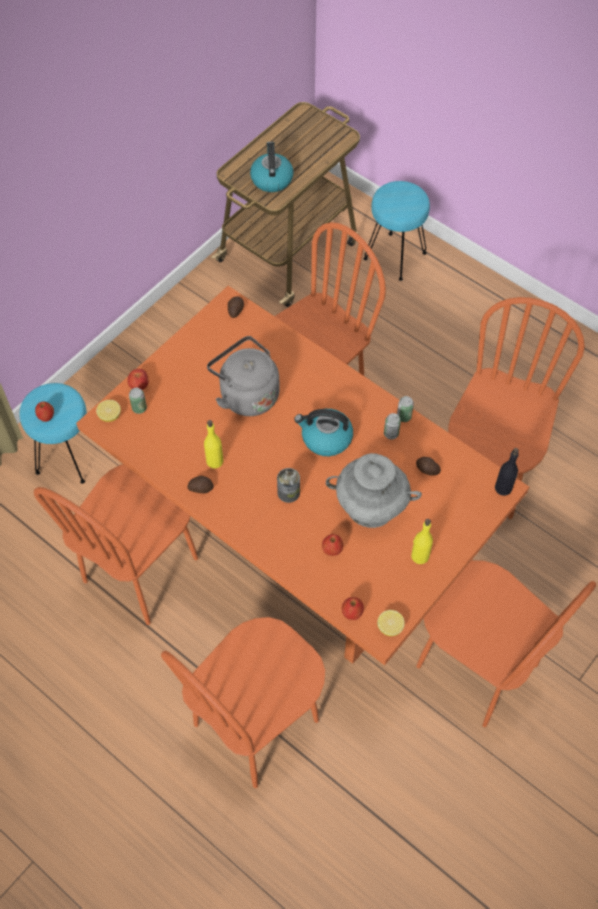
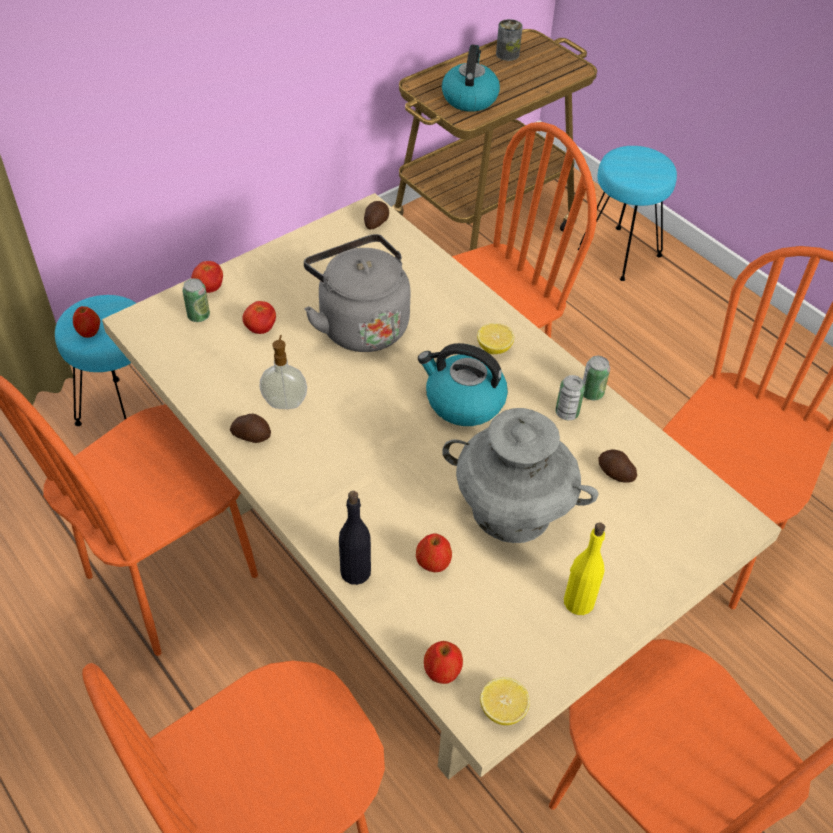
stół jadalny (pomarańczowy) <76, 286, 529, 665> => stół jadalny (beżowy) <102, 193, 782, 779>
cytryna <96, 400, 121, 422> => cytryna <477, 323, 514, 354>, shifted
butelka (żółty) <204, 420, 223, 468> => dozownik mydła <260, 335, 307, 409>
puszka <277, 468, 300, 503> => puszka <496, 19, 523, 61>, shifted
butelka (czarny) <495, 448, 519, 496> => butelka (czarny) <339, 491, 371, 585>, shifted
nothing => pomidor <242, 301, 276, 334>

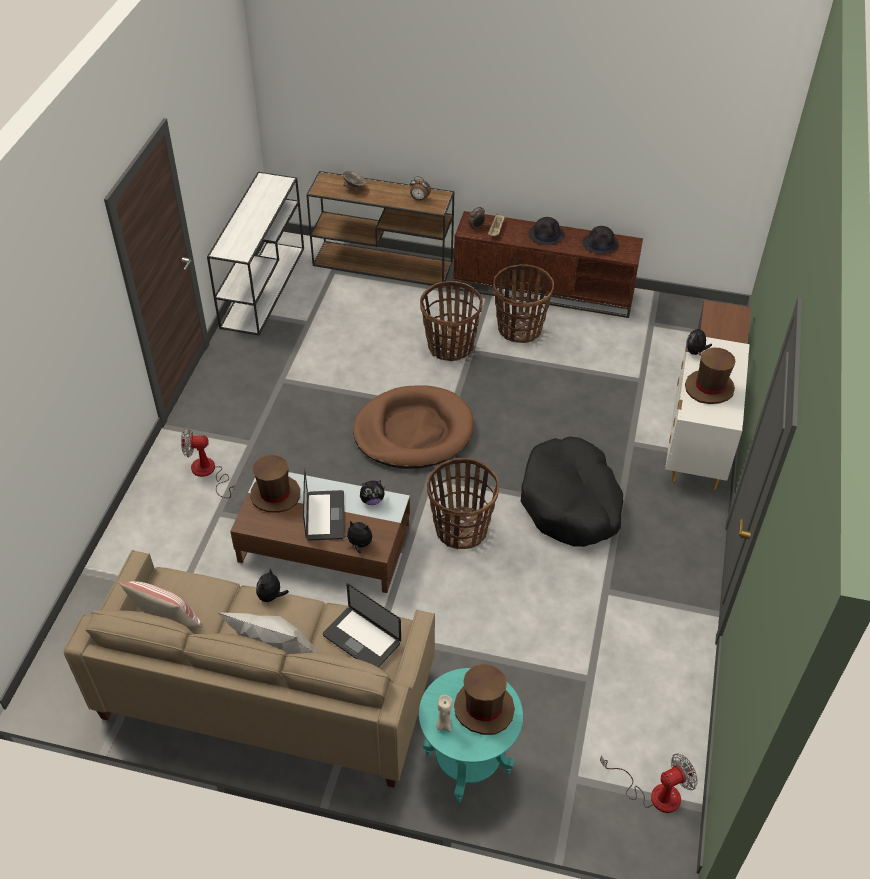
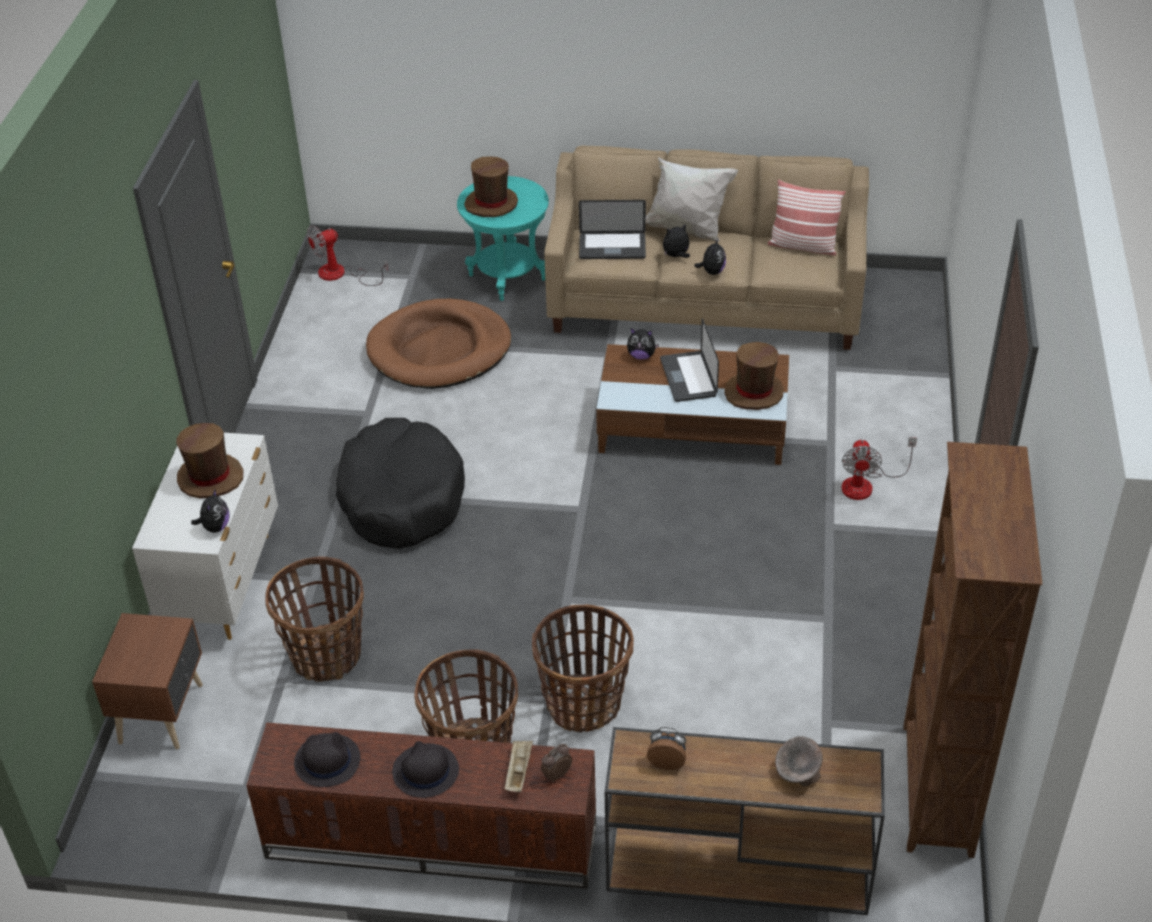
wentylator <181, 427, 235, 498> => wentylator <841, 437, 917, 500>, 105 degrees clockwise
stolik konsolowy (biały) <207, 172, 304, 336> => regał (brązowy) <903, 442, 1042, 858>
laptop <323, 583, 401, 668> => laptop <579, 200, 646, 259>, 150 degrees clockwise
legowisko (brązowy) <353, 385, 474, 469> => legowisko (brązowy) <366, 299, 511, 389>, shifted
pluszak <360, 480, 385, 505> => pluszak <663, 224, 690, 258>, shifted
koszyk <427, 458, 499, 549> => koszyk <265, 556, 364, 682>, shifted
świeca (beżowy) <436, 695, 452, 732> => nothing

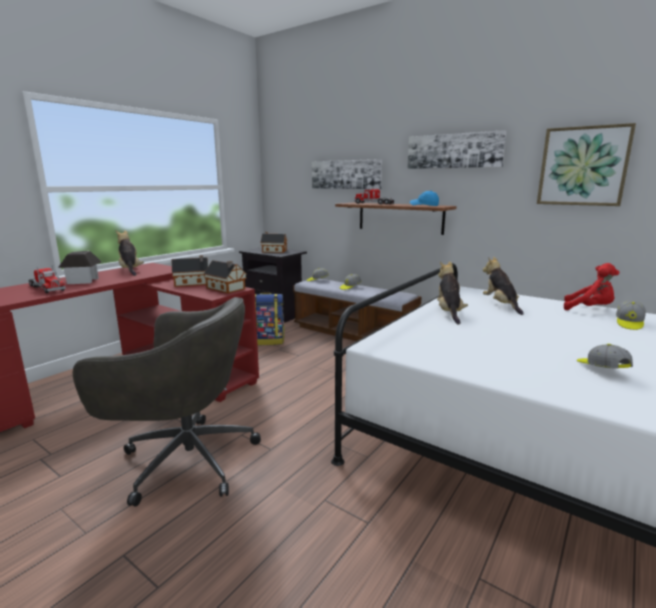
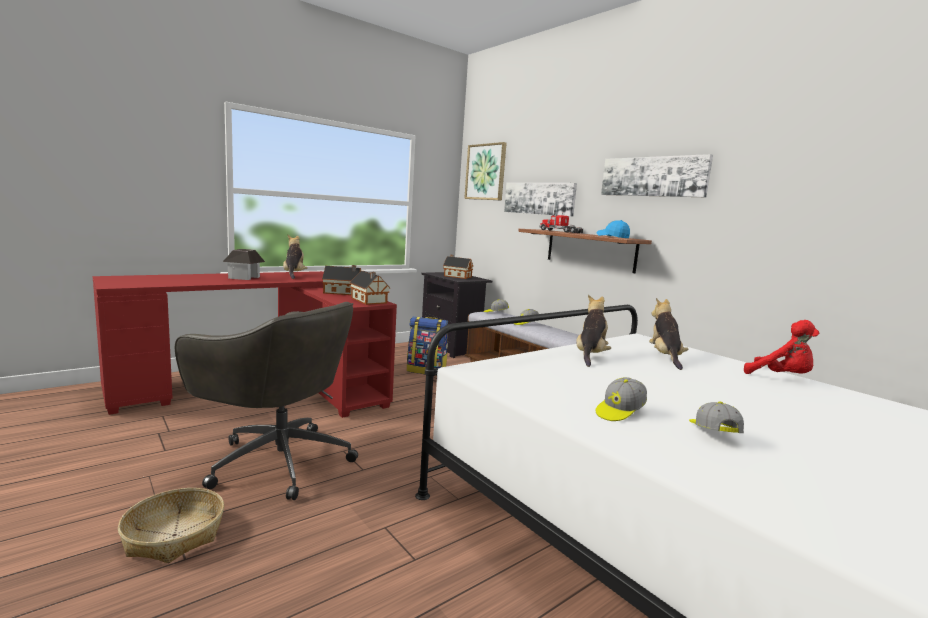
ciężarówka zabawkowa <29, 265, 65, 293> => nothing
obraz <537, 123, 636, 206> => obraz <464, 142, 507, 200>, shifted
czapka z daszkiem <616, 301, 646, 330> => czapka z daszkiem <596, 377, 647, 421>, shifted
nothing => koszyk <118, 488, 224, 563>

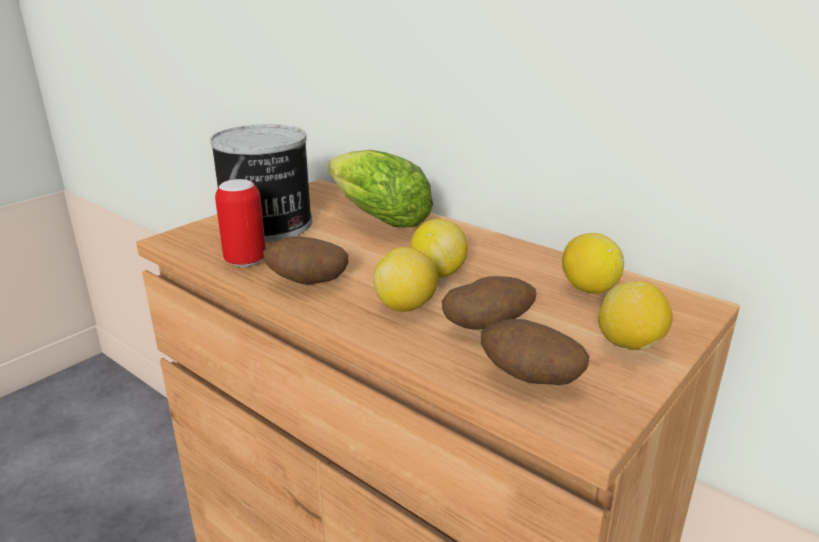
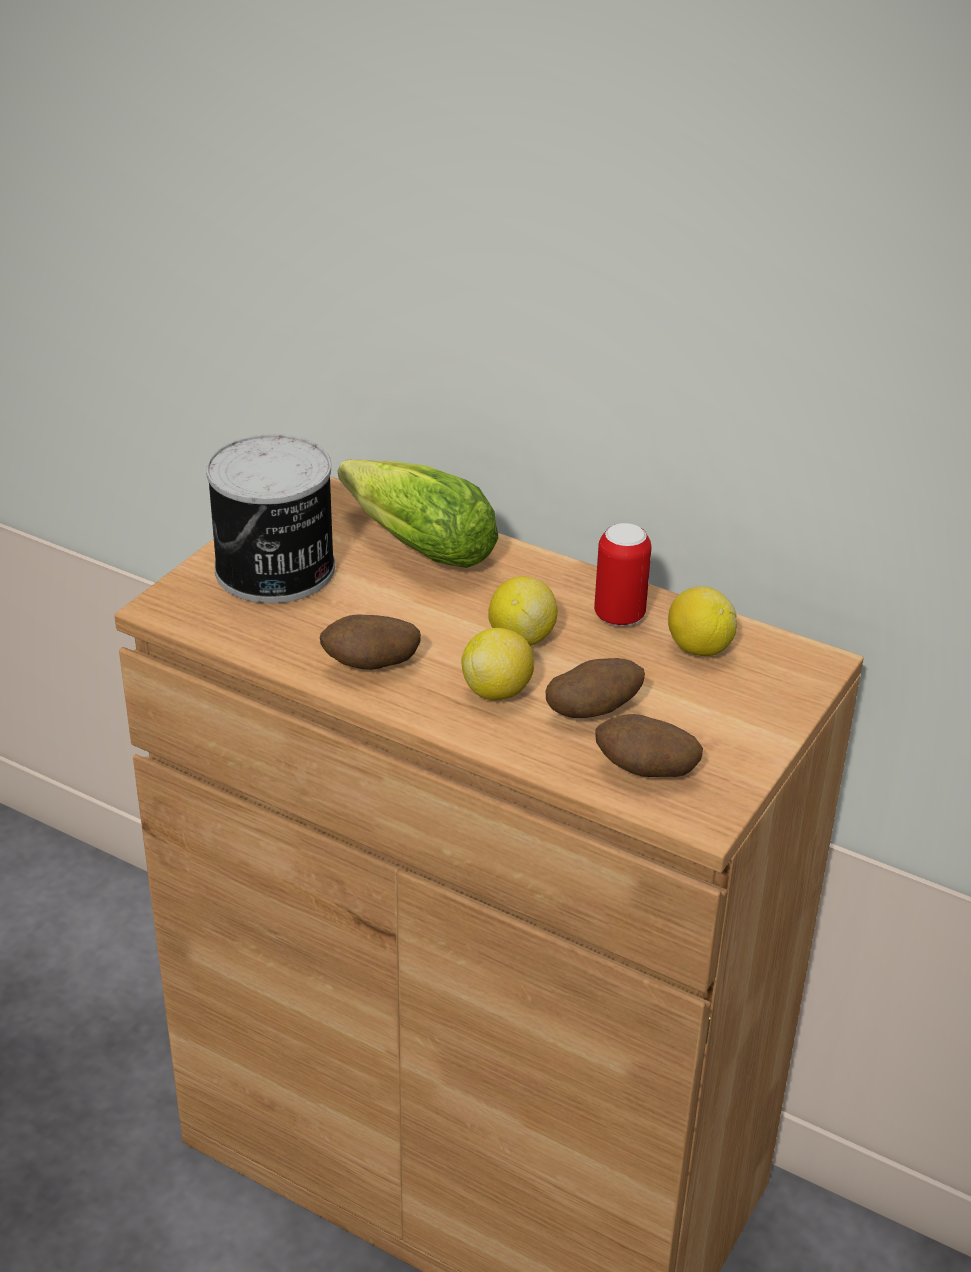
puszka <215, 179, 266, 267> => puszka <594, 523, 651, 626>, shifted
cytryna <598, 281, 673, 350> => nothing

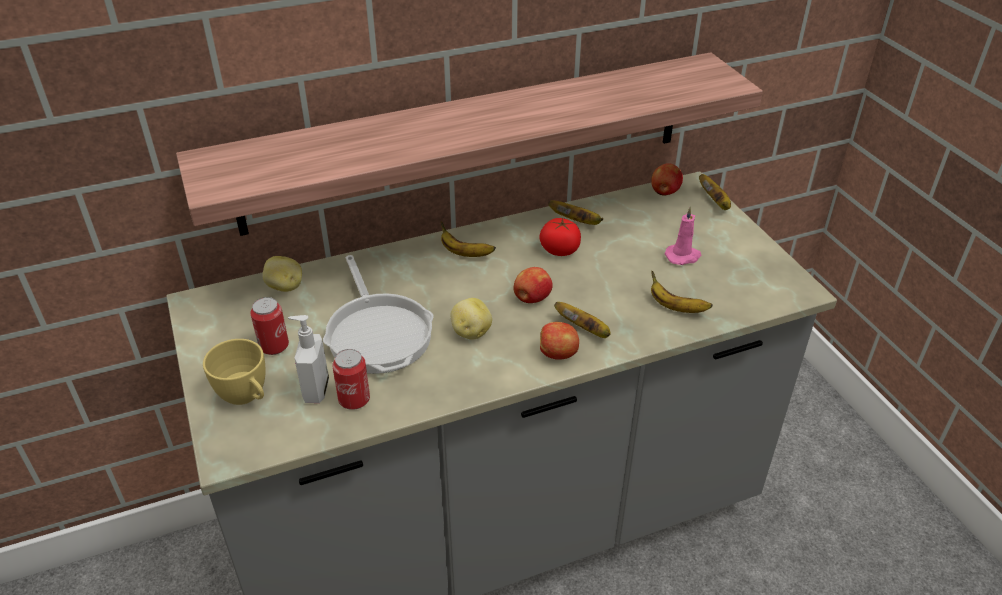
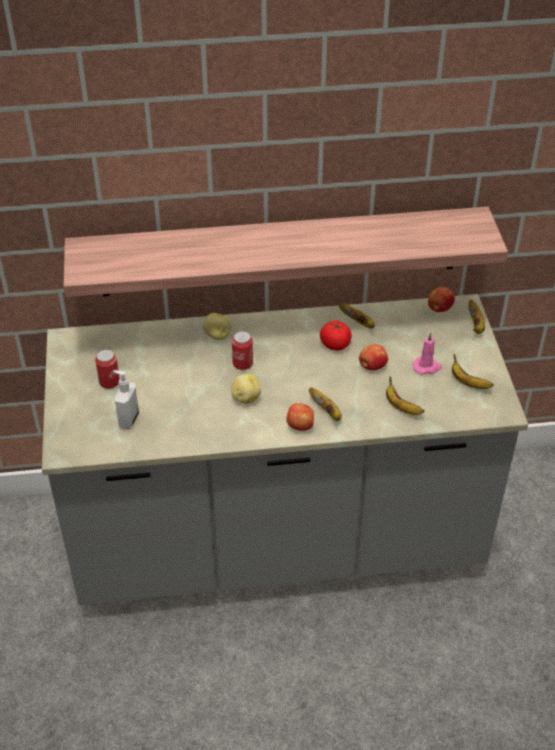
filiżanka (żółty) <203, 339, 265, 405> => nothing
ziemniak <263, 256, 302, 292> => ziemniak <203, 313, 231, 340>, shifted
patelnia <323, 255, 434, 374> => nothing
puszka <332, 349, 370, 410> => puszka <232, 331, 253, 370>, shifted
banan <441, 221, 496, 257> => banan <452, 354, 494, 389>, shifted
jabłko <513, 267, 553, 303> => jabłko <359, 344, 388, 370>, shifted

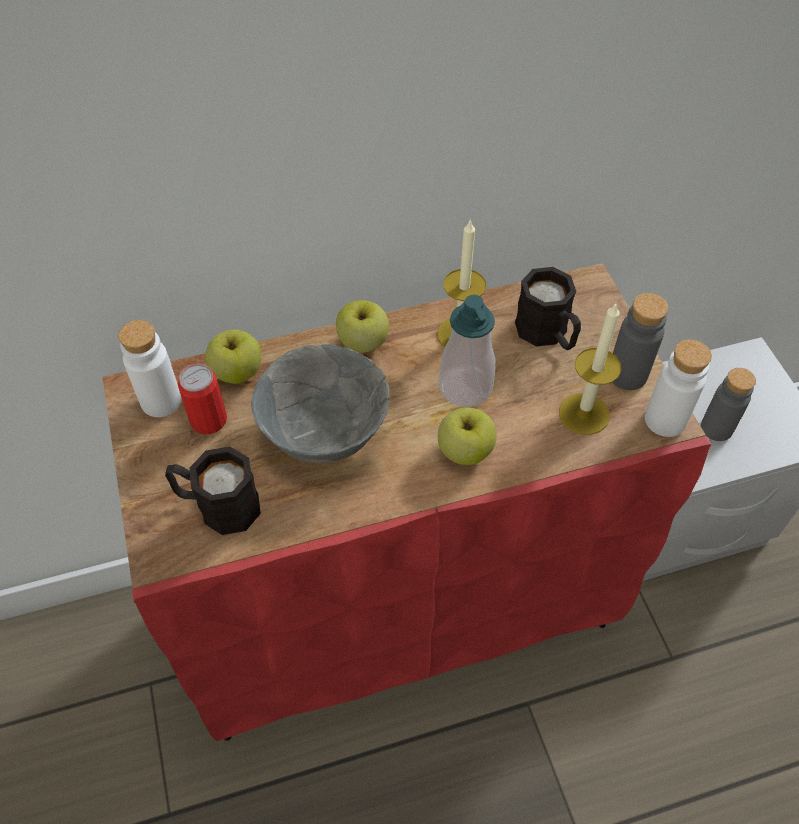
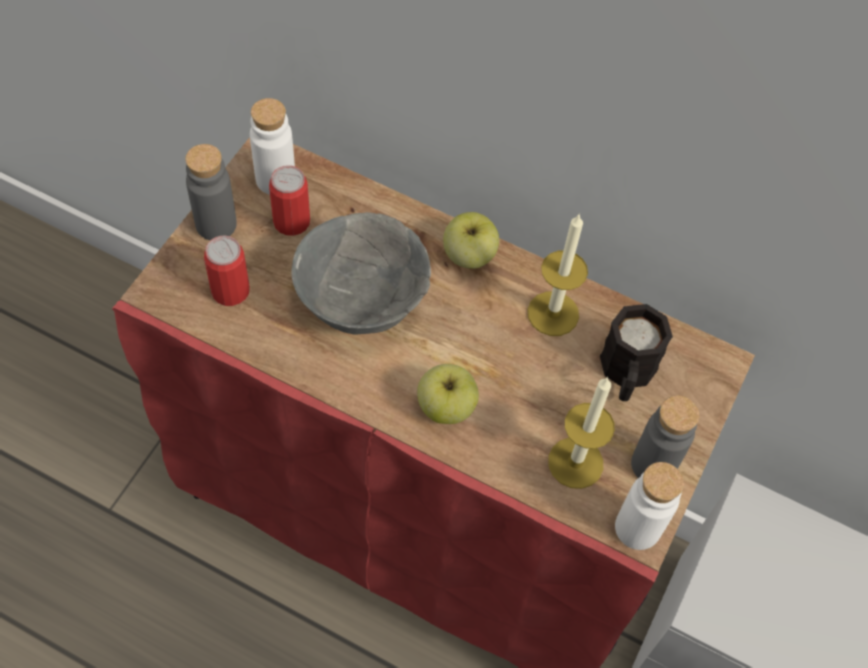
kubek (czarny) <165, 447, 261, 535> => puszka <204, 236, 250, 306>
jabłko <205, 329, 261, 384> => nothing
dozownik mydła <439, 295, 495, 407> => nothing
butelka (szary) <701, 368, 756, 441> => butelka (szary) <185, 144, 237, 240>, shifted

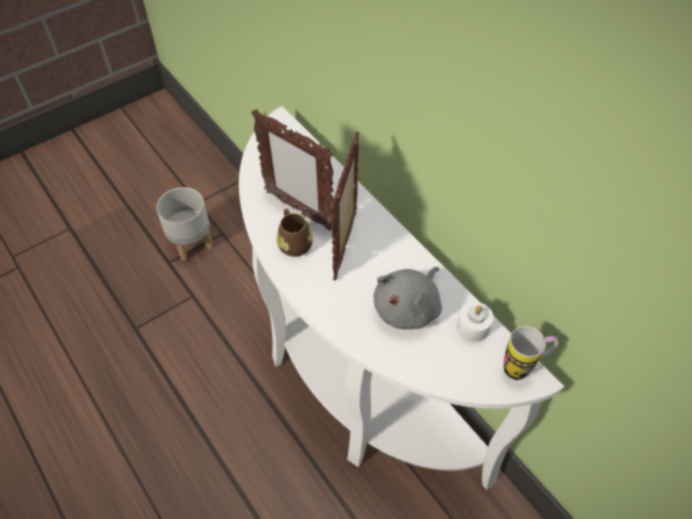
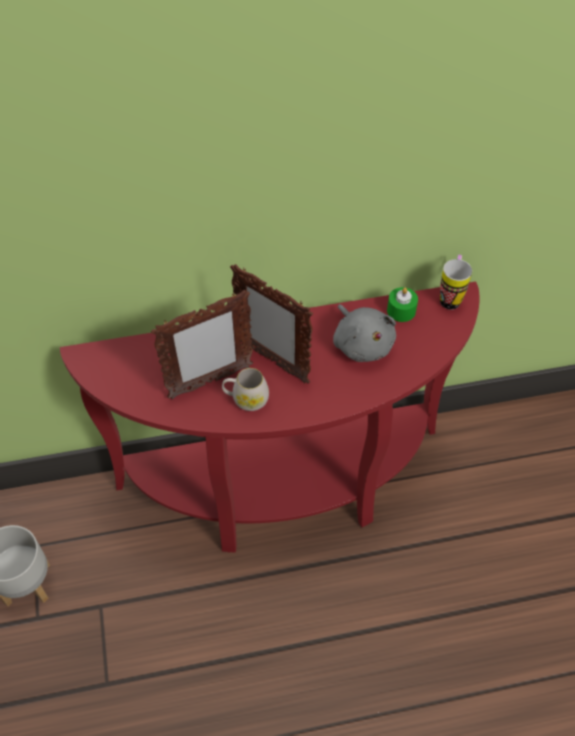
stolik konsolowy (biały) <239, 106, 564, 490> => stolik konsolowy (czerwony) <60, 282, 479, 553>
kubek (brązowy) <277, 209, 313, 257> => kubek (biały) <222, 368, 269, 411>
świeca (biały) <457, 302, 494, 342> => świeca (zielony) <387, 287, 418, 322>

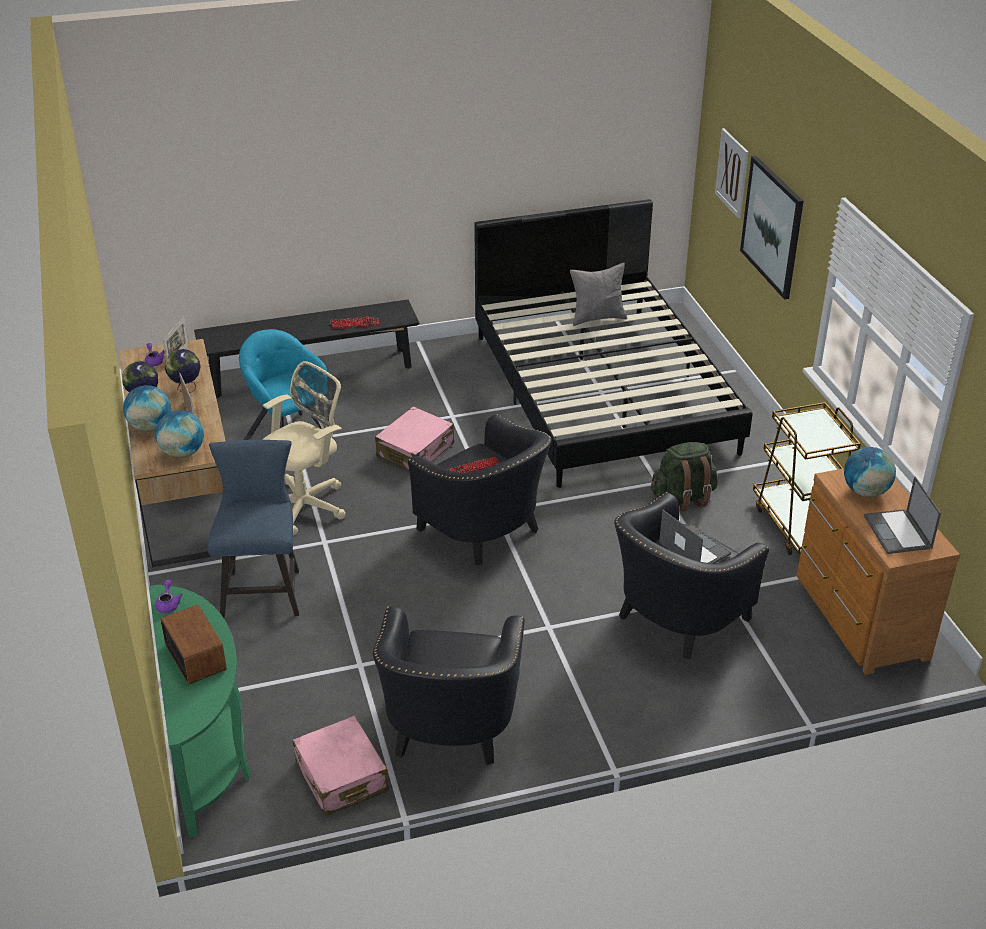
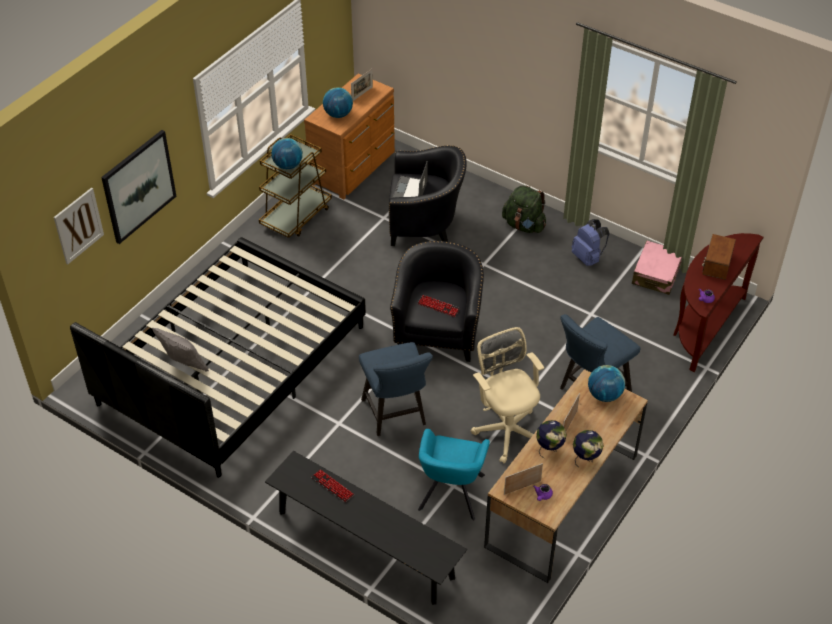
globus <123, 385, 171, 432> => globus <271, 138, 303, 169>, shifted
stolik konsolowy (zielony) <149, 585, 251, 837> => stolik konsolowy (brązowy) <674, 233, 763, 372>
krzesło biurowe (beżowy) <262, 361, 346, 536> => krzesło biurowe (beżowy) <471, 327, 544, 463>, 60 degrees clockwise
fotel (czarny) <373, 606, 525, 765> => plecak (niebieski) <572, 219, 609, 266>
walizka (różowy) <375, 406, 454, 470> => krzesło (niebieski) <359, 342, 433, 436>
plecak (zielony) <651, 442, 718, 512> => plecak (zielony) <502, 186, 546, 233>, shifted
laptop <864, 476, 941, 554> => ramka na zdjęcie <351, 69, 373, 101>

